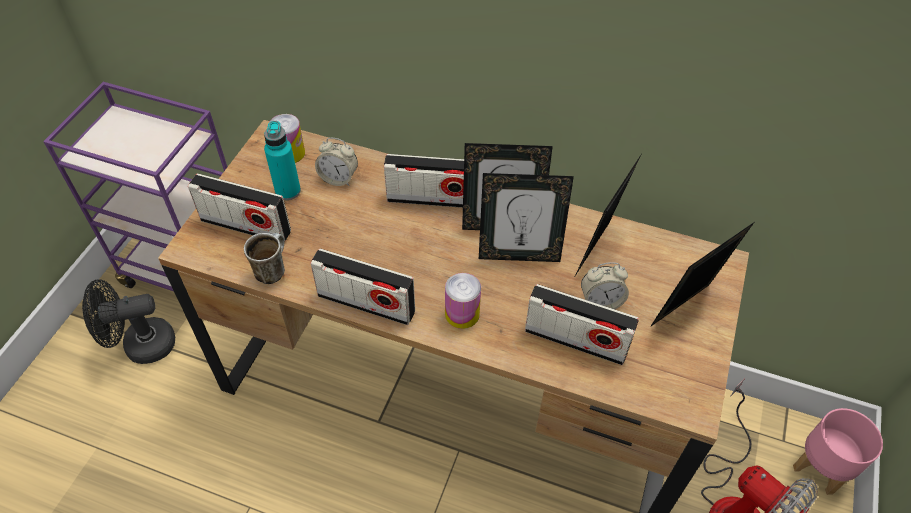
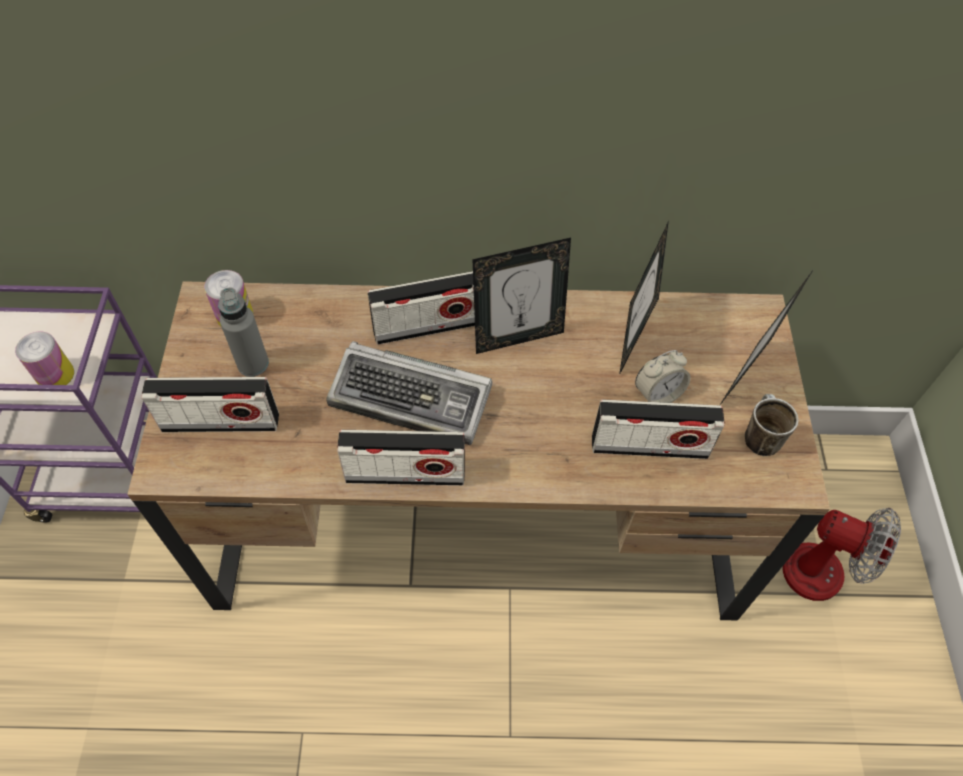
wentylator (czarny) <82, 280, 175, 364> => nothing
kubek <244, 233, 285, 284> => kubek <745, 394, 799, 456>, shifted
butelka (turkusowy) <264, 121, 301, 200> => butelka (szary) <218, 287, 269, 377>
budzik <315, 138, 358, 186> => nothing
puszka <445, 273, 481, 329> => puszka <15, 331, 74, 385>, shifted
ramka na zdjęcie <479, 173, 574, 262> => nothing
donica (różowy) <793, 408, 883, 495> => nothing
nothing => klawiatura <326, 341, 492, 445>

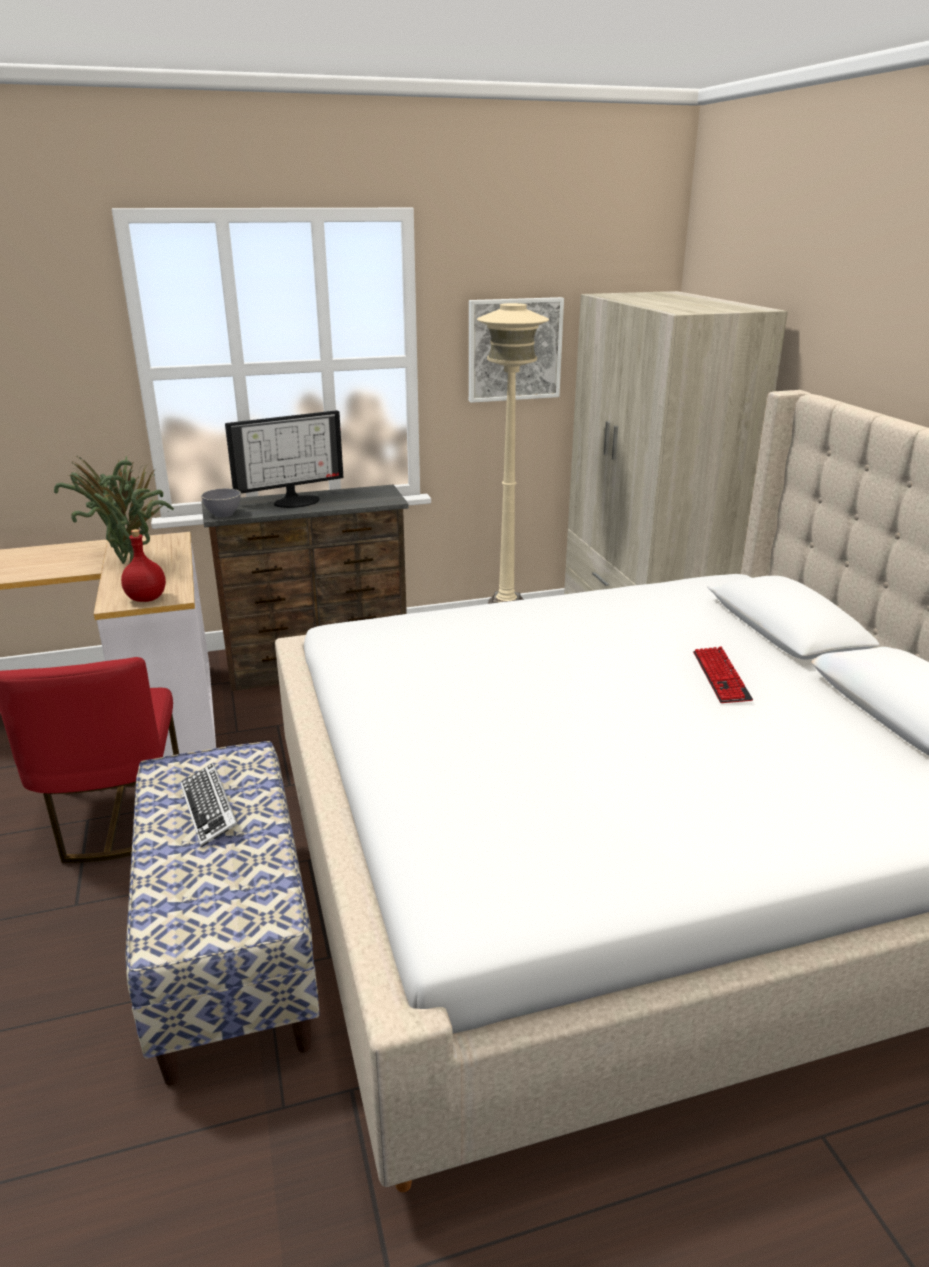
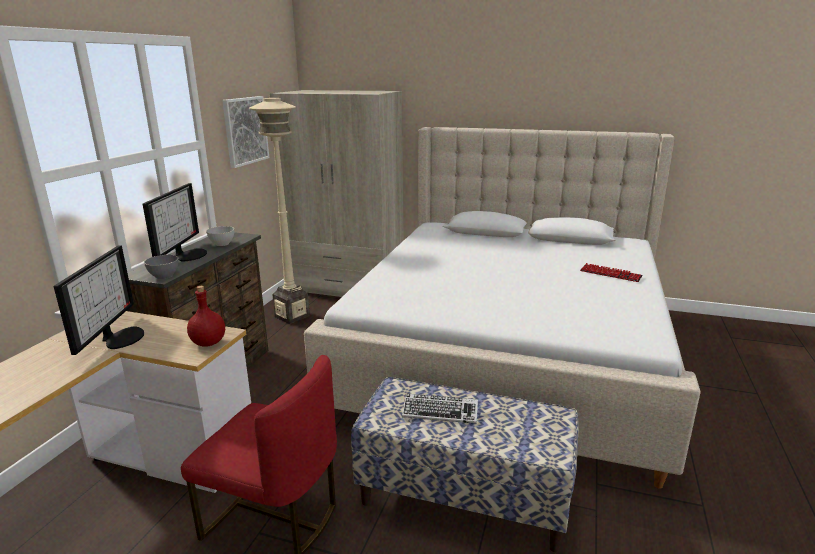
roślina doniczkowa <54, 455, 174, 564> => monitor <54, 245, 144, 355>
klawiatura <693, 646, 753, 703> => klawiatura <580, 263, 643, 282>, shifted
nothing => miska (szary) <206, 226, 234, 246>

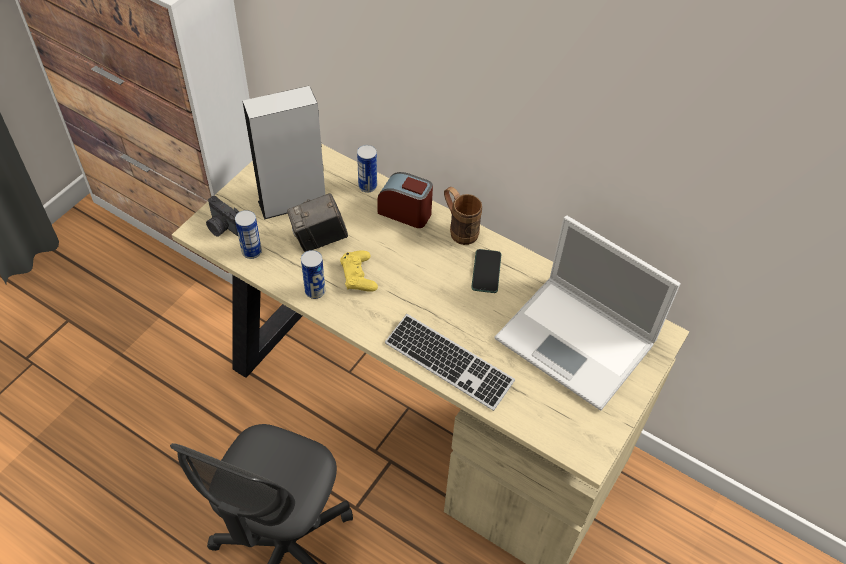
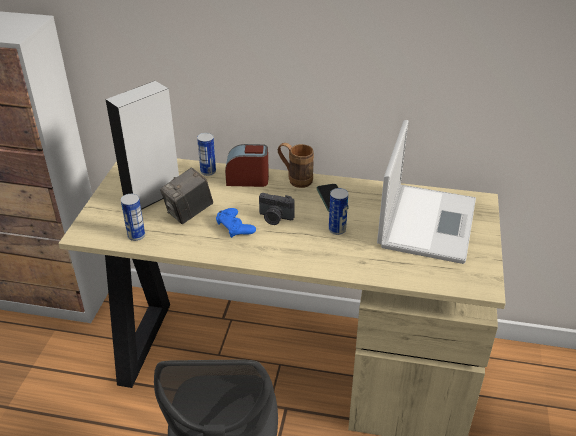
aparat fotograficzny <206, 196, 239, 237> => aparat fotograficzny <259, 193, 295, 225>, shifted
puszka <301, 250, 325, 299> => puszka <329, 188, 348, 235>, shifted
pad do gier (żółty) <340, 250, 378, 292> => pad do gier (niebieski) <216, 208, 256, 238>
klawiatura <385, 314, 515, 411> => nothing
laptop <495, 215, 681, 411> => laptop <377, 120, 476, 264>, 90 degrees counterclockwise

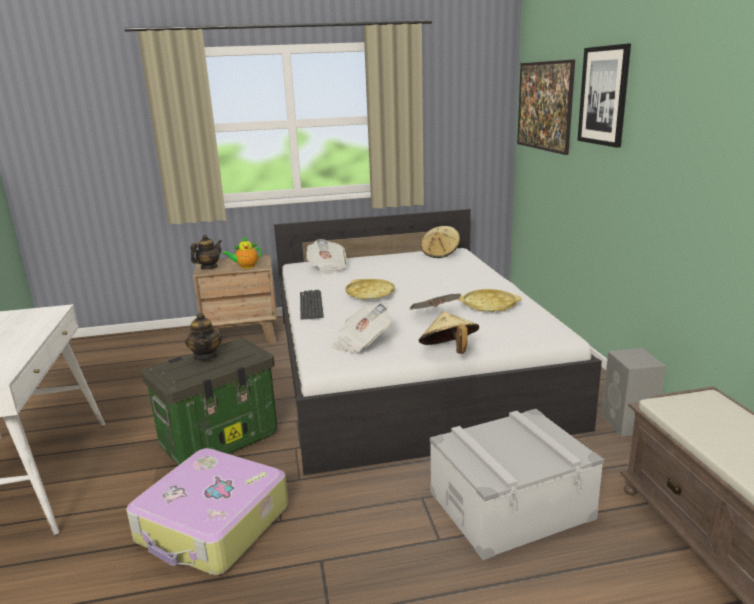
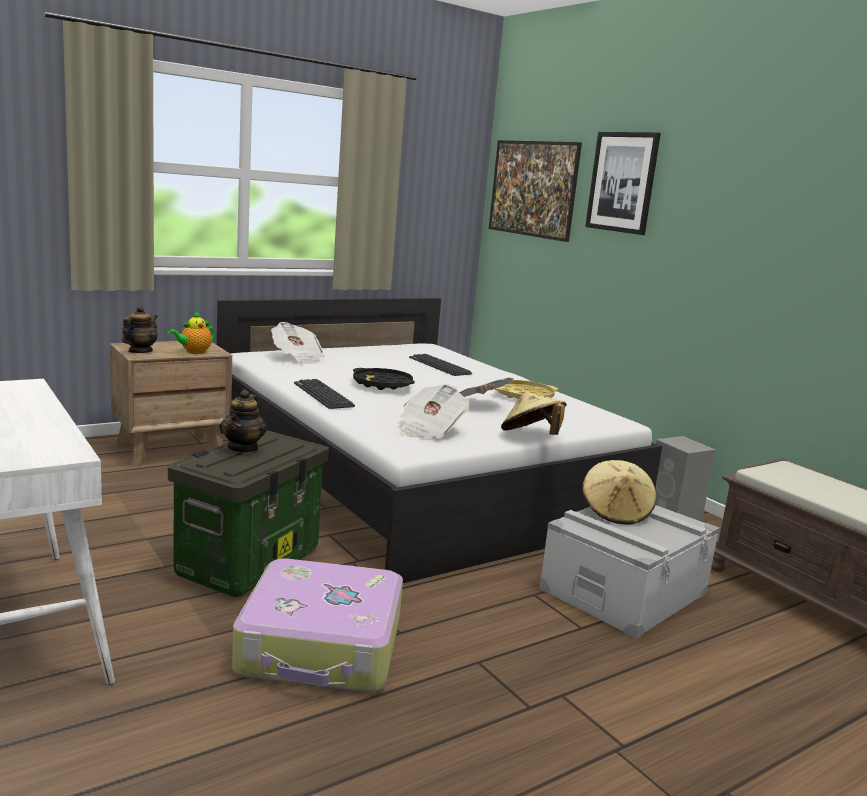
imbryk <185, 313, 222, 361> => imbryk <221, 389, 266, 453>, 45 degrees clockwise
taca (żółty) <345, 279, 395, 300> => taca (czarny) <353, 368, 415, 390>
kapelusz (beżowy) <421, 226, 460, 258> => kapelusz (beżowy) <582, 460, 656, 525>, shifted
nothing => klawiatura <409, 354, 472, 376>

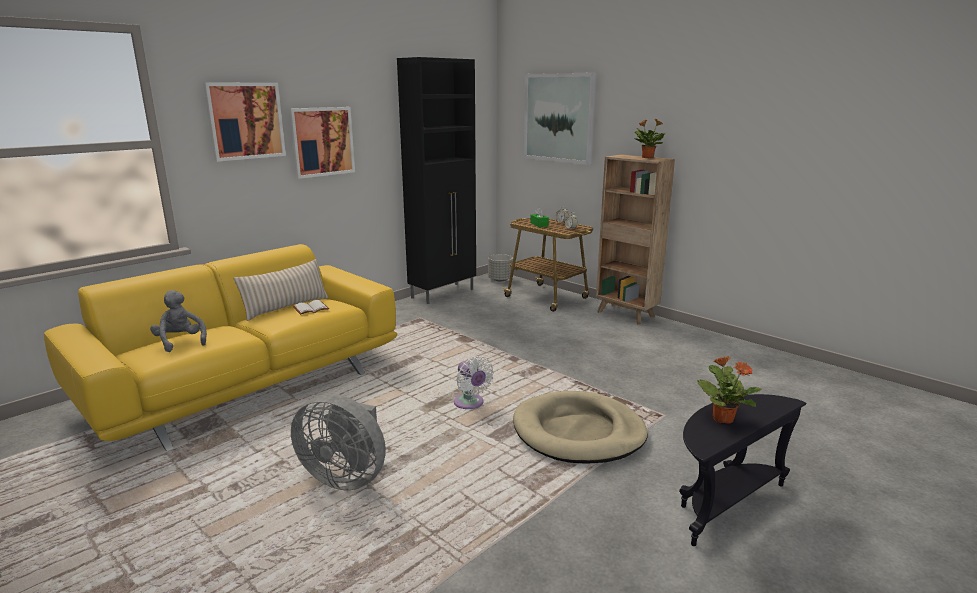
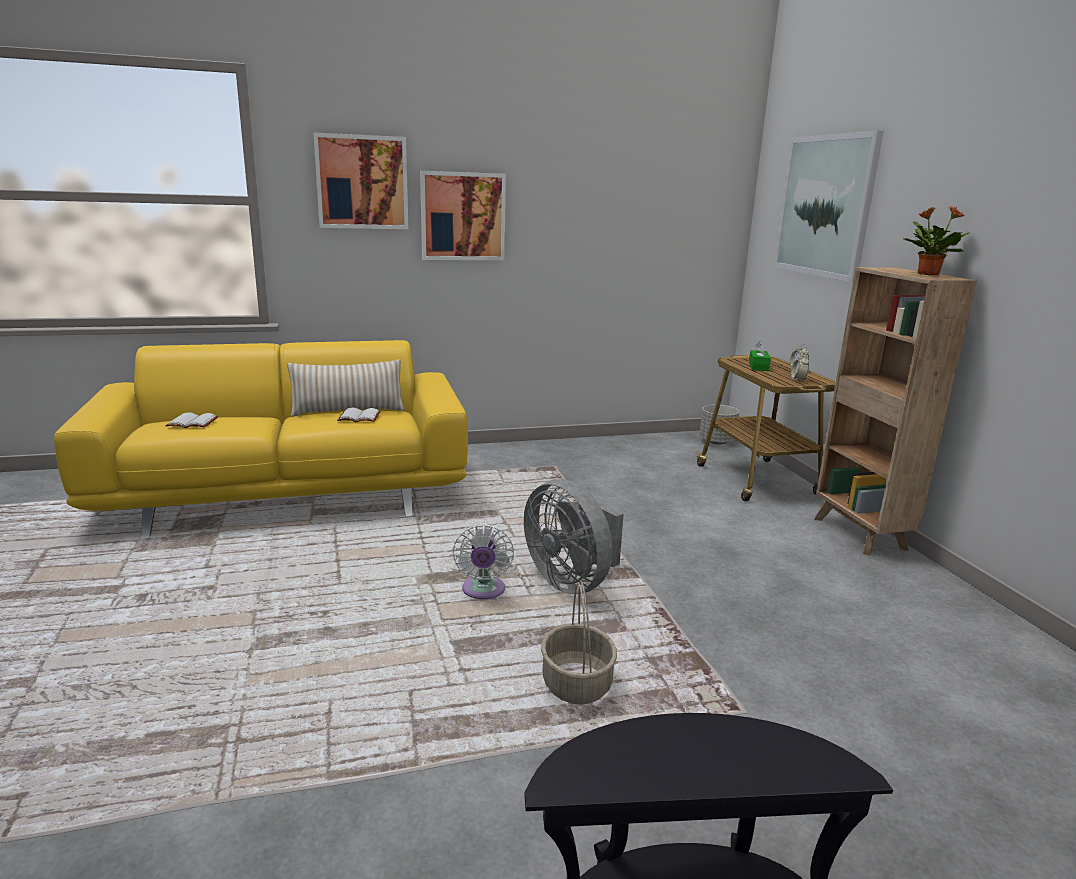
pluszak (szary) <150, 290, 207, 352> => książka (biały) <165, 412, 218, 428>
wentylator (szary) <291, 394, 386, 490> => wentylator (szary) <524, 479, 624, 594>, shifted
szafka (czarny) <397, 57, 476, 304> => nothing
legowisko (beżowy) <513, 391, 647, 464> => koszyk <541, 581, 617, 705>
roślina doniczkowa <697, 356, 762, 424> => nothing

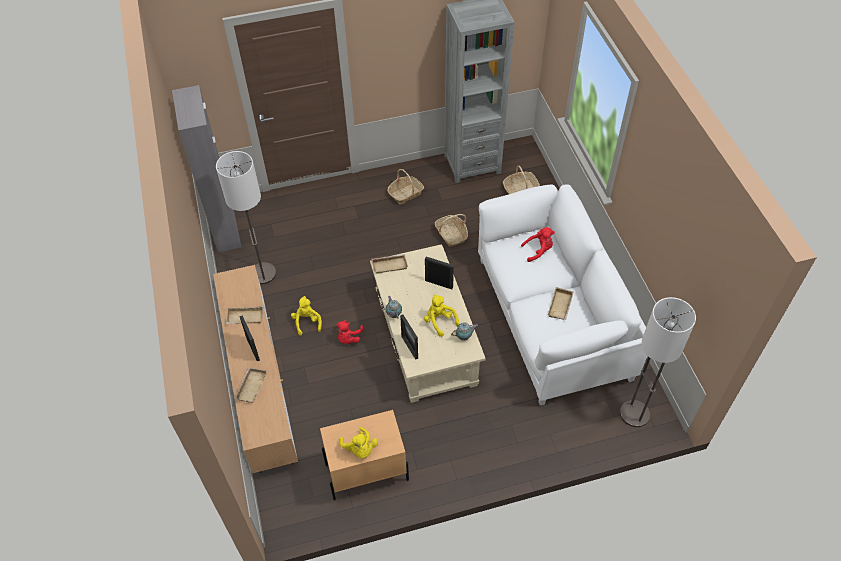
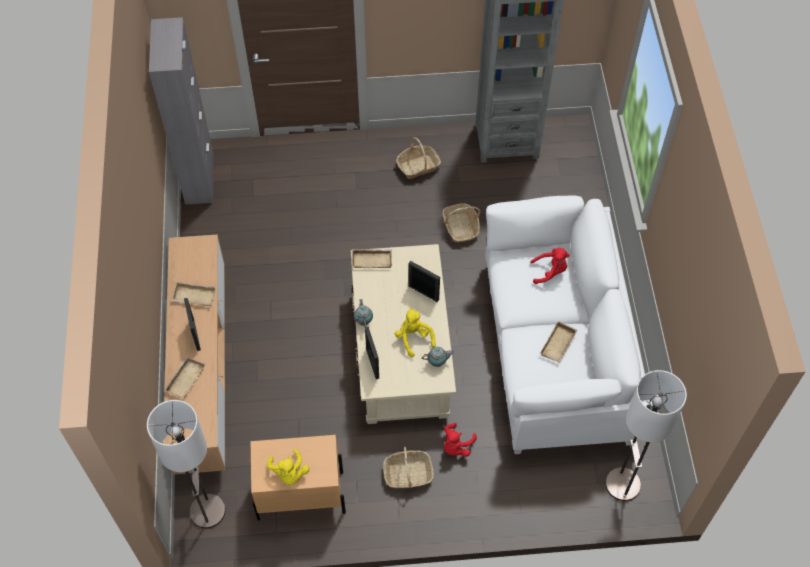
lampa stojąca <216, 151, 276, 284> => lampa stojąca <147, 400, 225, 528>, shifted
pluszak (żółty) <291, 296, 322, 336> => nothing
pluszak (czerwony) <336, 320, 364, 344> => pluszak (czerwony) <444, 422, 477, 457>, shifted
koszyk <503, 165, 540, 194> => koszyk <383, 447, 434, 488>, shifted

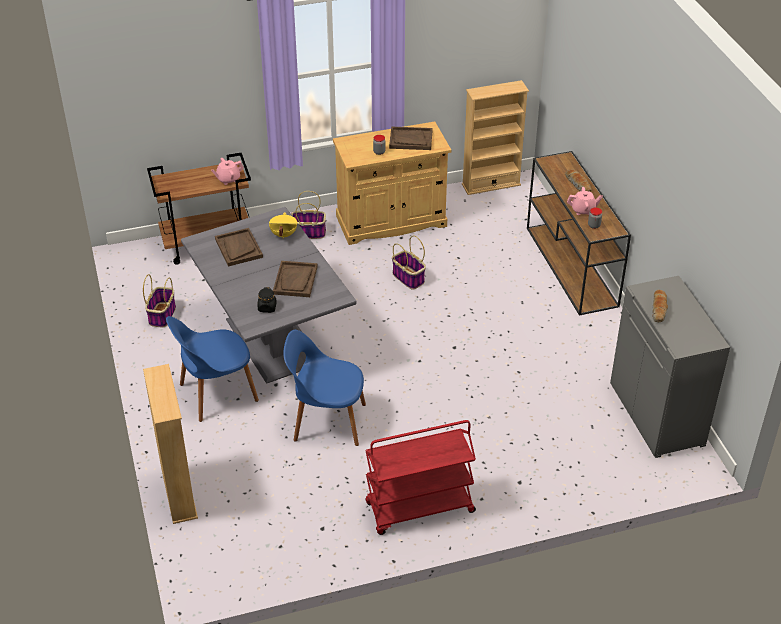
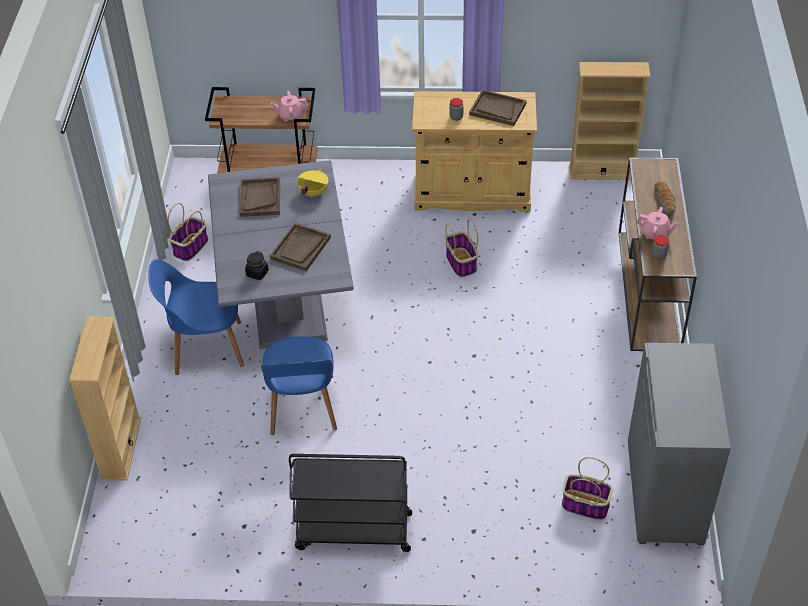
krzesło (niebieski) <283, 330, 366, 446> => krzesło (niebieski) <261, 336, 337, 435>, 120 degrees counterclockwise
koszyk <291, 191, 326, 239> => koszyk <562, 457, 613, 520>, shifted
wózek (czerwony) <365, 420, 476, 535> => wózek (czarny) <289, 454, 412, 552>
chleb <652, 290, 668, 322> => nothing

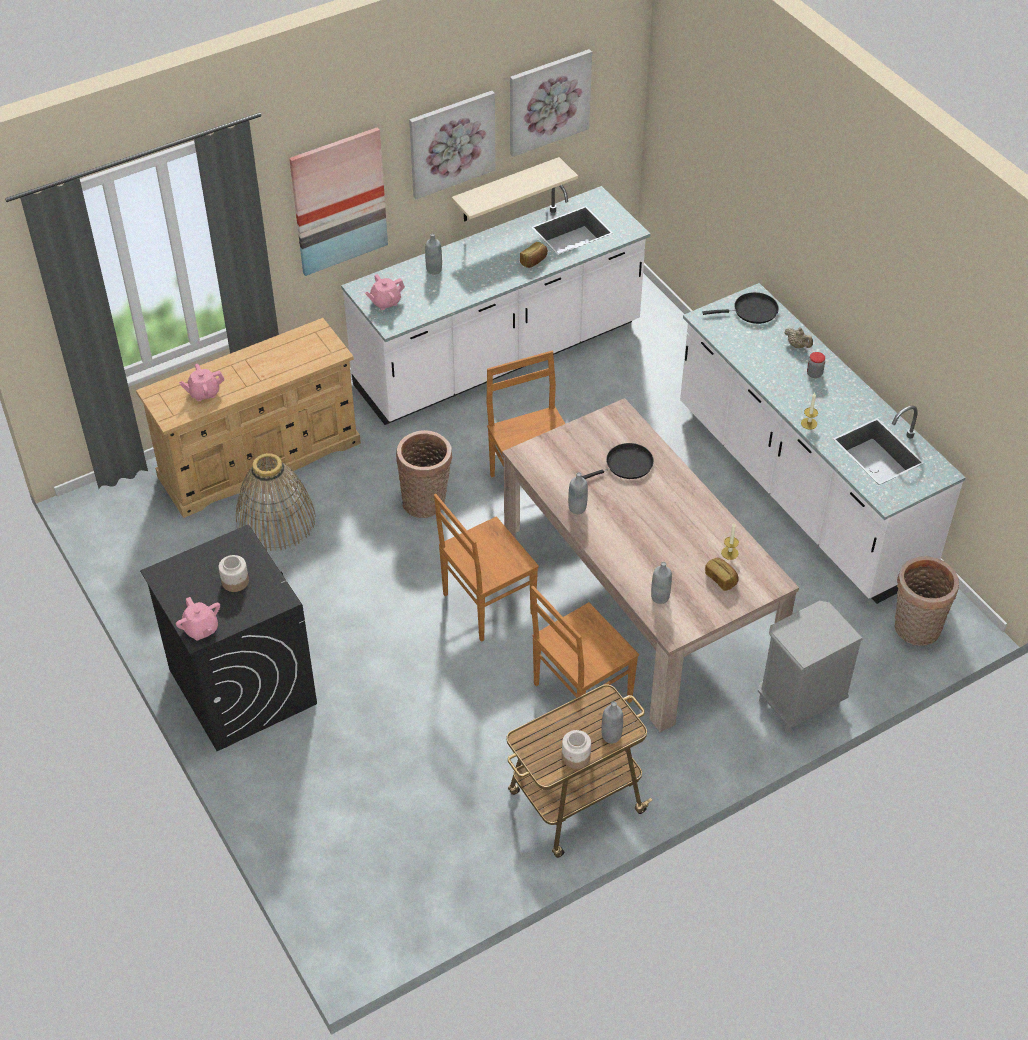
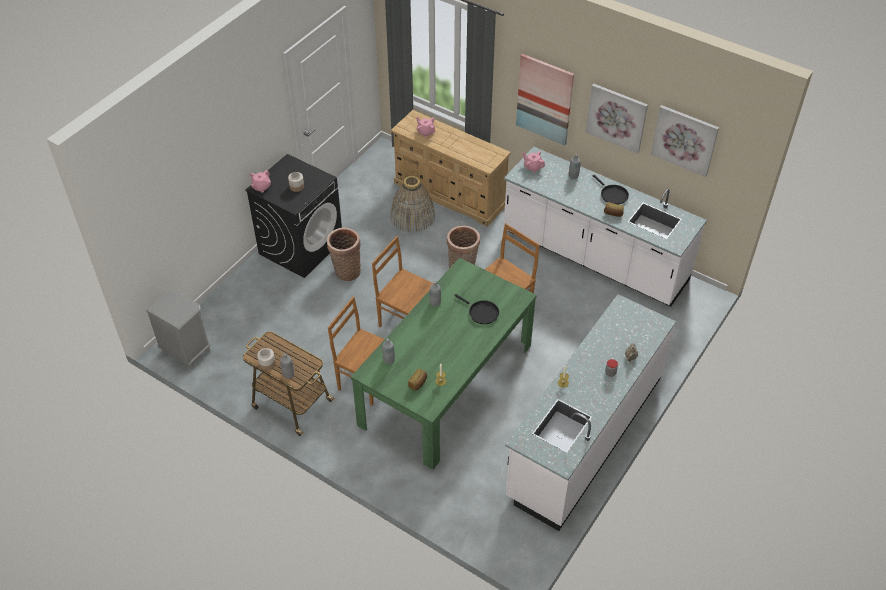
półka (beżowy) <452, 157, 578, 222> => nothing
stół jadalny (beżowy) <502, 398, 799, 732> => stół jadalny (zielony) <351, 258, 537, 470>
patelnia (czarny) <702, 292, 779, 324> => patelnia (czarny) <593, 175, 629, 205>, shifted
szafka nocna (szary) <758, 601, 863, 733> => szafka nocna (szary) <146, 290, 211, 369>, shifted
koszyk <895, 556, 959, 646> => koszyk <327, 227, 361, 281>, shifted

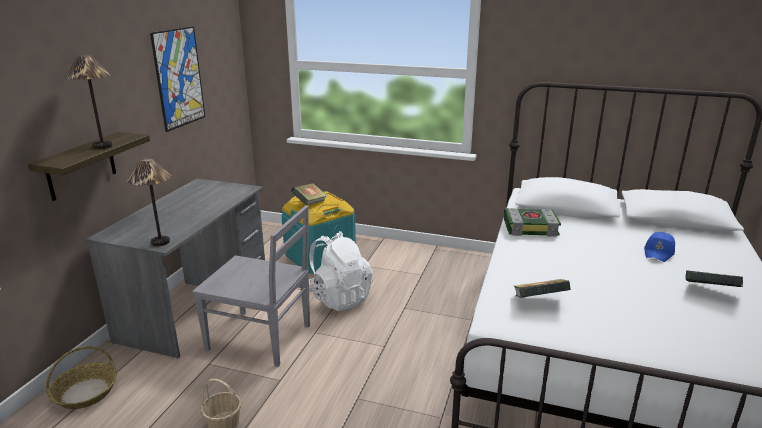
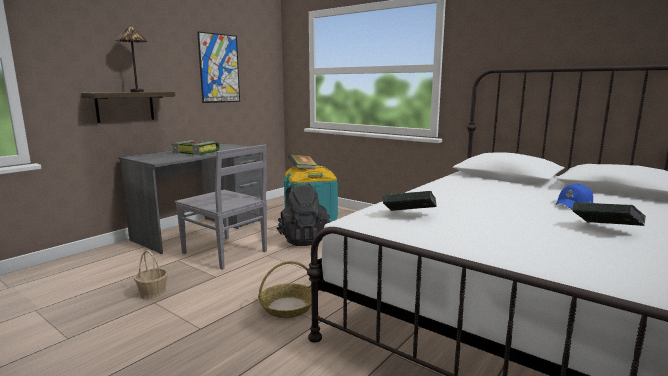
koszyk <46, 346, 117, 409> => koszyk <258, 261, 312, 318>, shifted
lampa stołowa <127, 158, 172, 246> => nothing
plecak (biały) <309, 231, 373, 311> => plecak (czarny) <277, 183, 330, 246>
książka <504, 208, 561, 237> => książka <172, 140, 220, 155>, shifted

